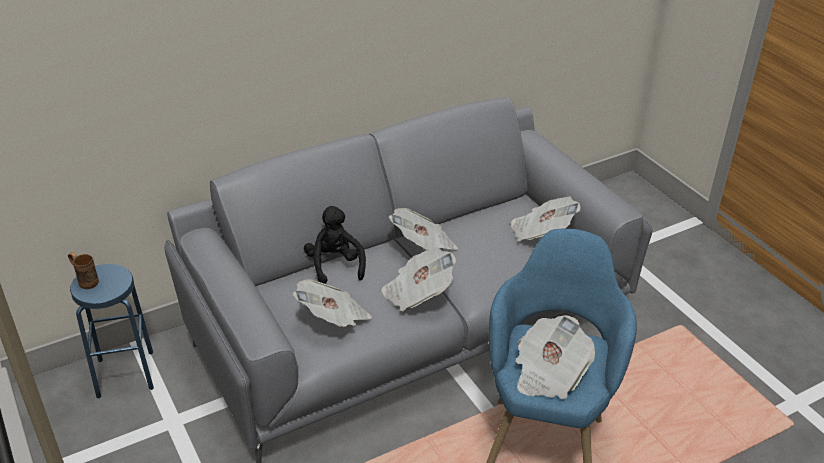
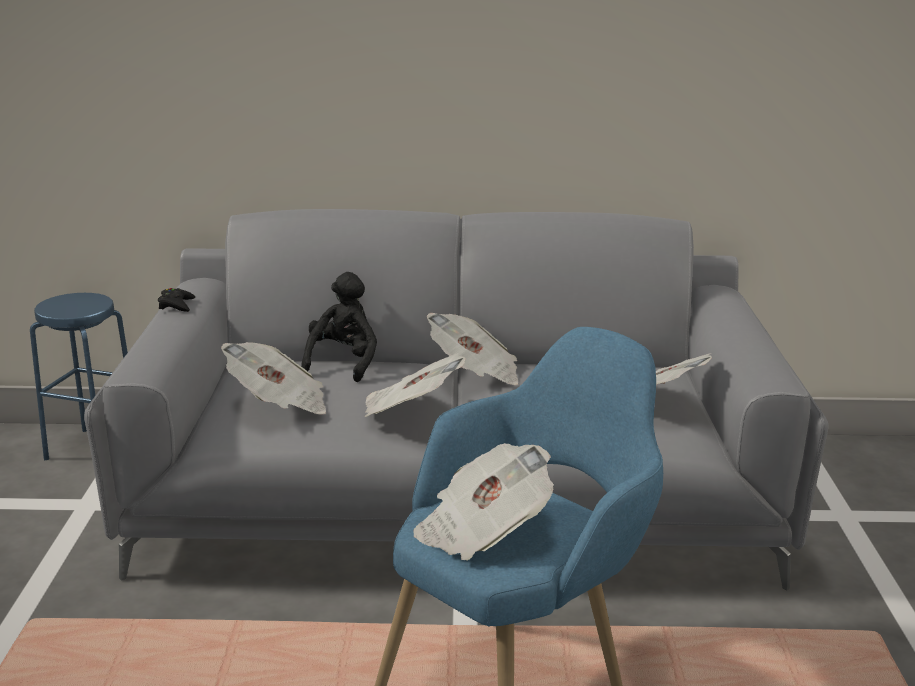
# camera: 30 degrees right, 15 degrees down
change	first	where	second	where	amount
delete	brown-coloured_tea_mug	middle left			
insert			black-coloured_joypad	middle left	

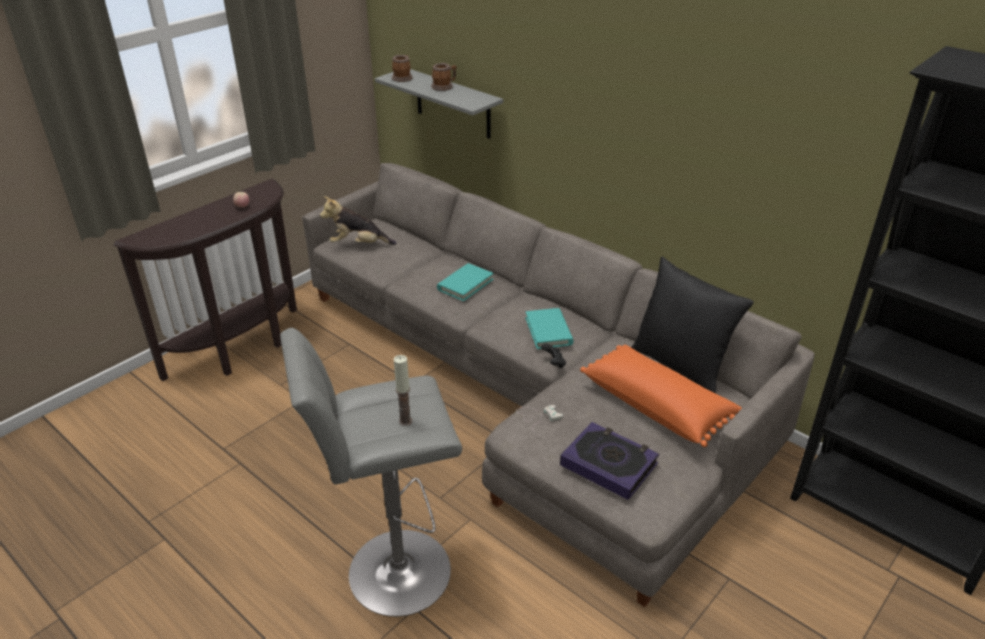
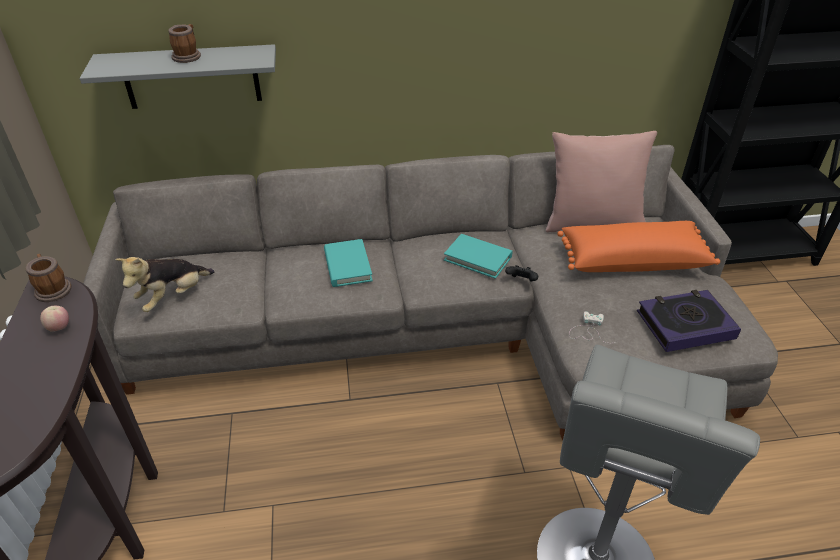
# camera: 50 degrees left, 5 degrees up
change	first	where	second	where	amount
move	tea_mug (1st from left)	top centre		middle left	
delete	candle	centre			
recolor	black-coloured_cushion	middle right	pinkish_cushion	top right	

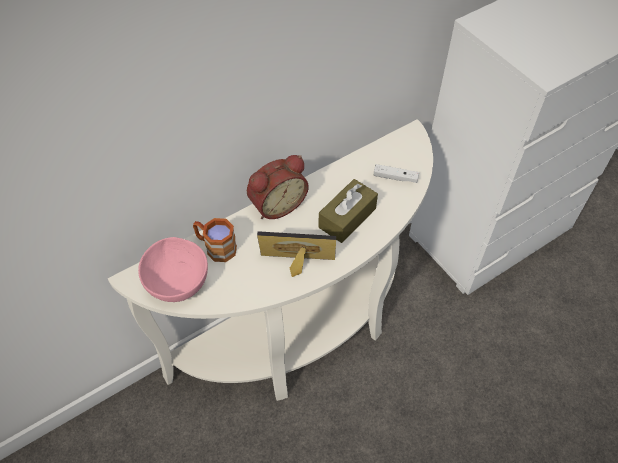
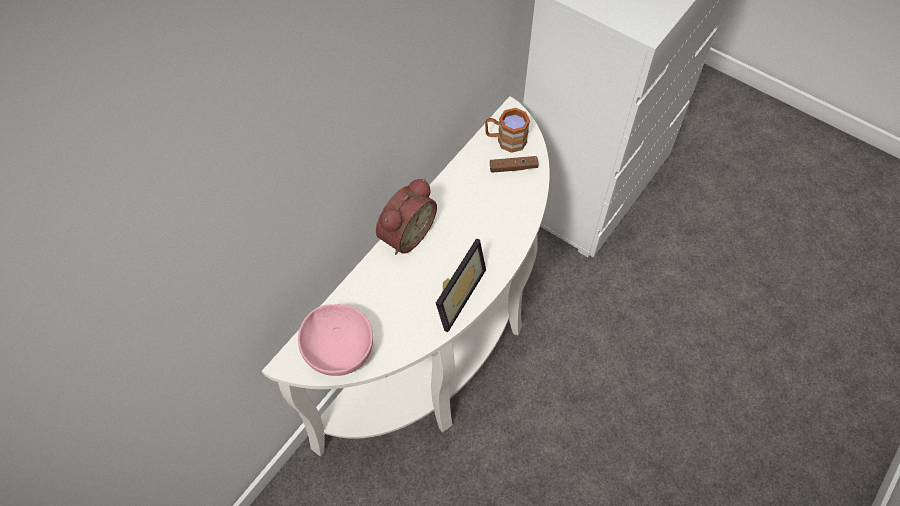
# camera: 20 degrees left, 5 degrees up
change	first	where	second	where	amount
move	brown-coloured_tea_mug	centre		top centre	
rotate	picture_frame	centre		centre	135 degrees clockwise
delete	brown-coloured_tissue_box	centre			
recolor	white_joypad	centre	brown-coloured_joypad	top centre	

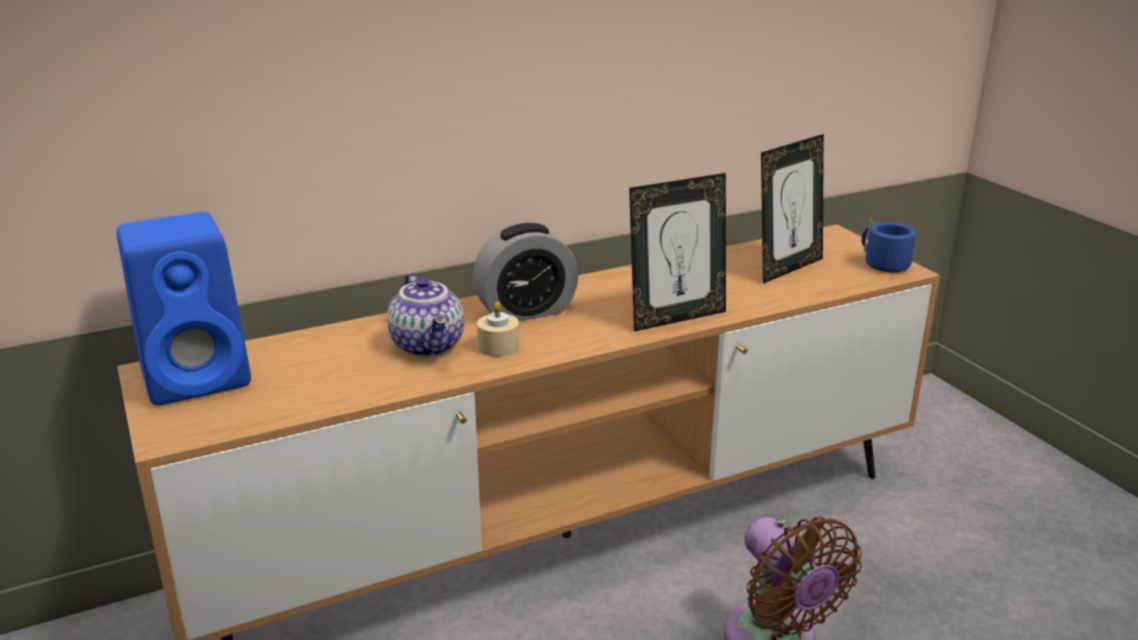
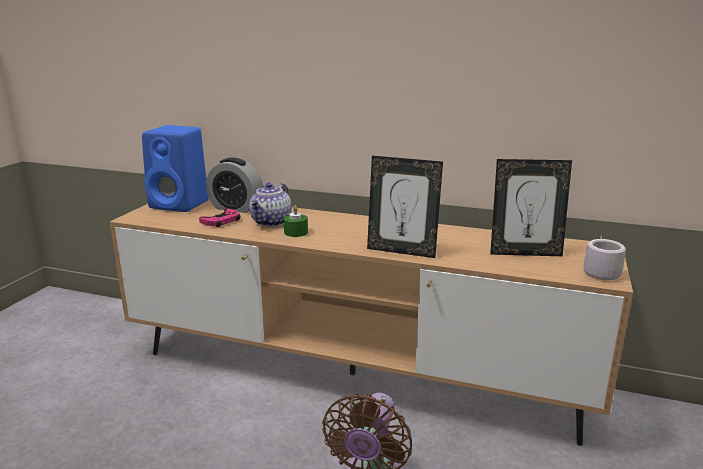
# camera: 45 degrees right, 5 degrees down
change	first	where	second	where	amount
move	alarm_clock	centre		middle left	
recolor	sand-coloured_candle	centre	green-coloured_candle	centre	
recolor	blue-coloured_tea_mug	middle right	greyish_tea_mug	middle right	
insert			pinkish_joypad	middle left	

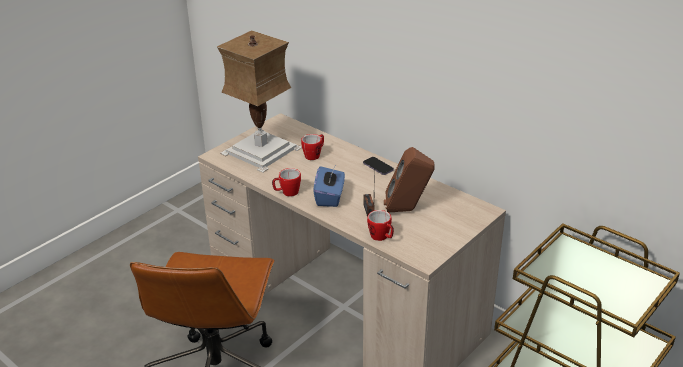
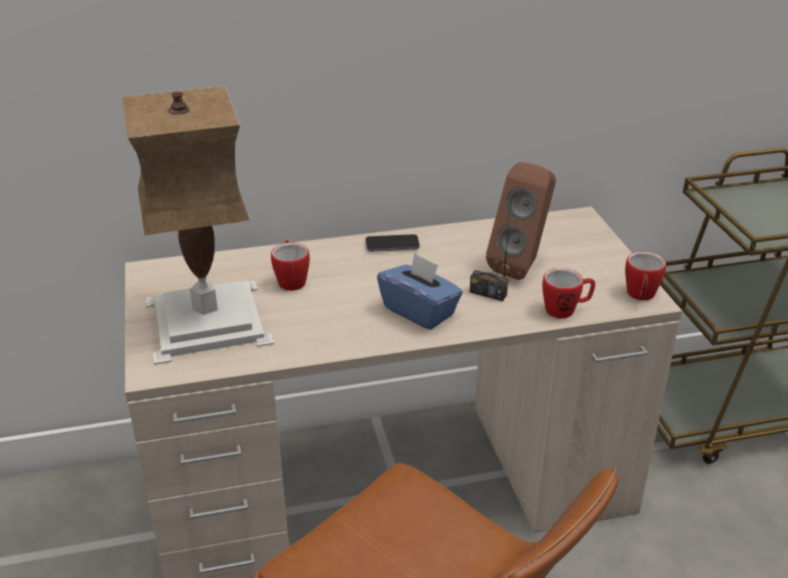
# camera: 55 degrees left, 0 degrees up
change	first	where	second	where	amount
move	tea_mug (1st from left in the first image)	centre	tea_mug (3rd from left)	middle right	

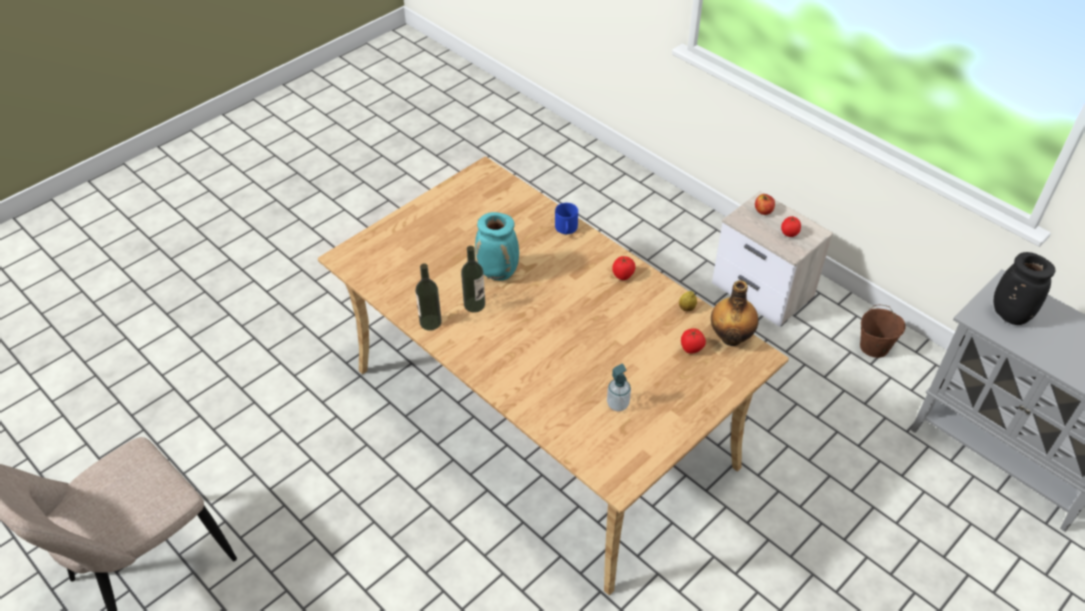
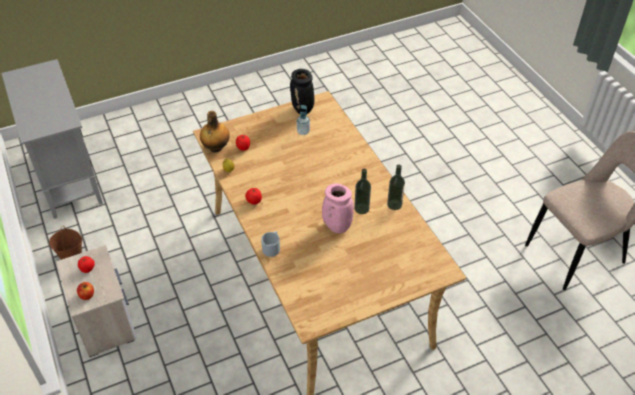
# camera: 160 degrees left, 0 degrees up
change	first	where	second	where	amount
recolor	turquoise_flower_vase	centre	pinkish_flower_vase	centre	
recolor	blue-coloured_tea_mug	centre	greyish_tea_mug	centre	
move	black-coloured_flower_vase	middle right		top centre	

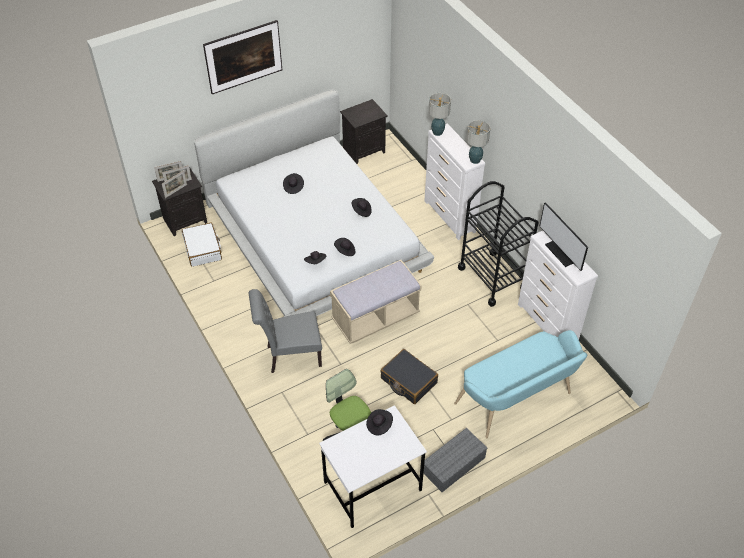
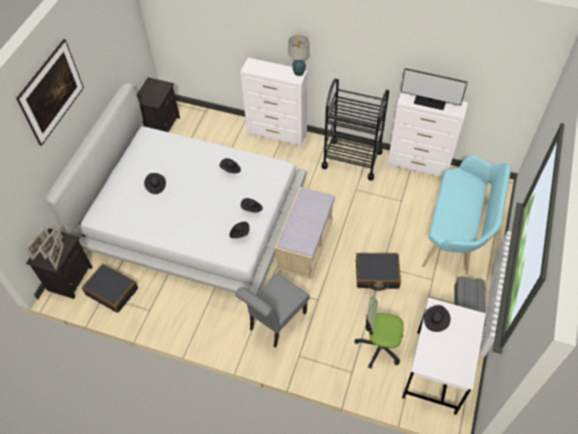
# camera: 40 degrees left, 5 degrees up
change	first	where	second	where	amount
recolor	white_travel_case	middle left	black-coloured_travel_case (1st from left)	middle left	
delete	table_lamp (1st from left)	top centre			

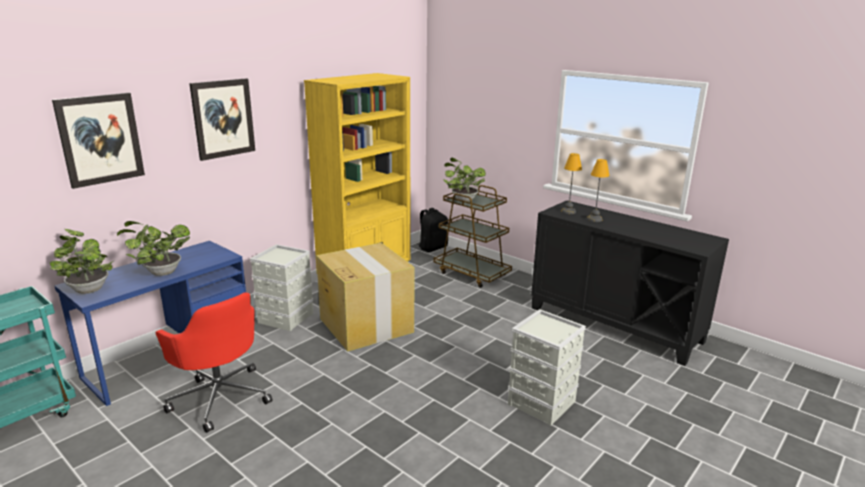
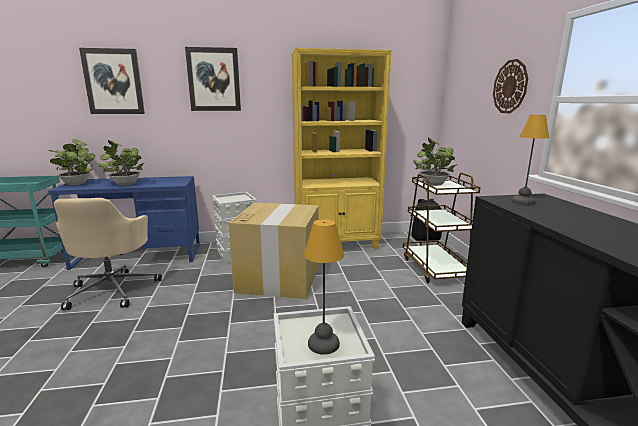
# camera: 40 degrees right, 5 degrees down
change	first	where	second	where	amount
recolor	reddish_computer_chair	bottom left	sand-coloured_computer_chair	middle left	
move	table_lamp (2nd from left in the first image)	middle right	table_lamp (1st from left)	bottom centre	
insert			clock_on_the_wall	top right	

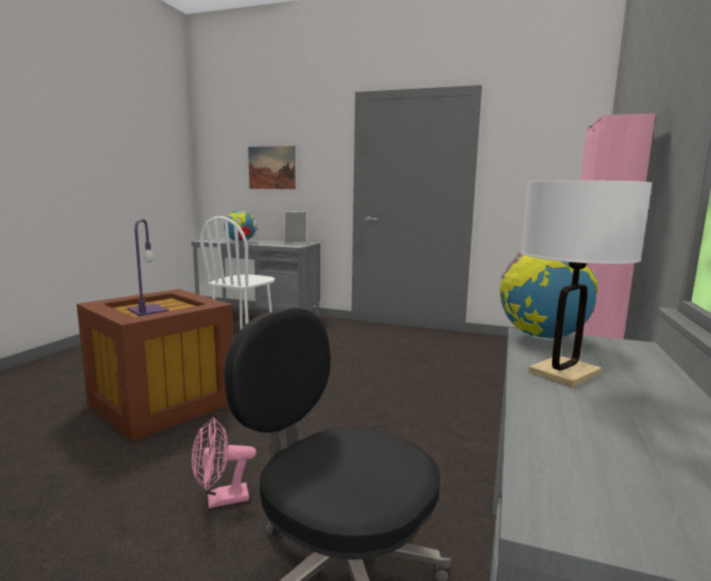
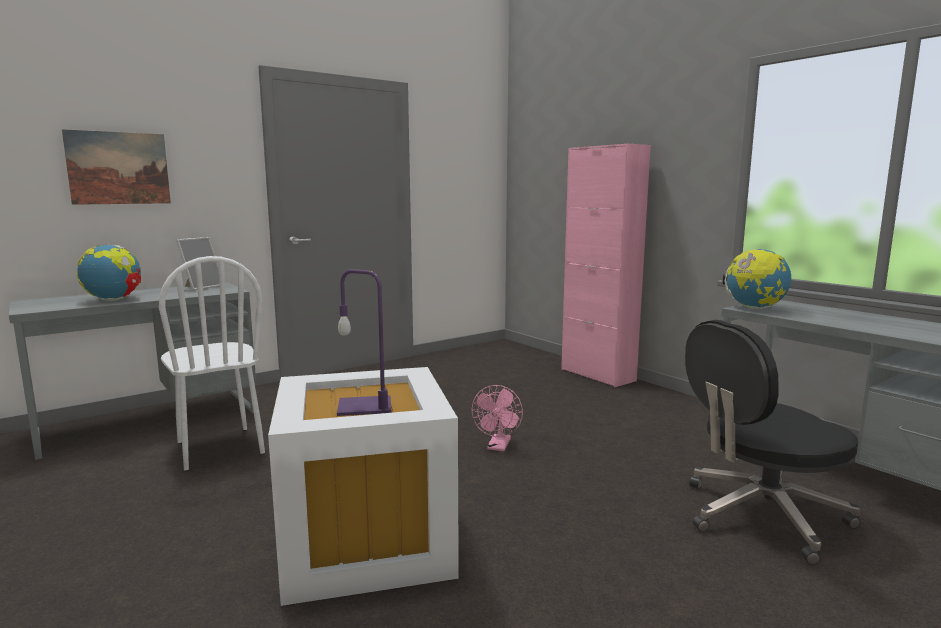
# camera: 55 degrees left, 0 degrees up
change	first	where	second	where	amount
recolor	brown-coloured_storage_box	middle left	white_storage_box	bottom centre	
move	pinkish_electric_fan	bottom left		centre	
delete	white_table_lamp	middle right			

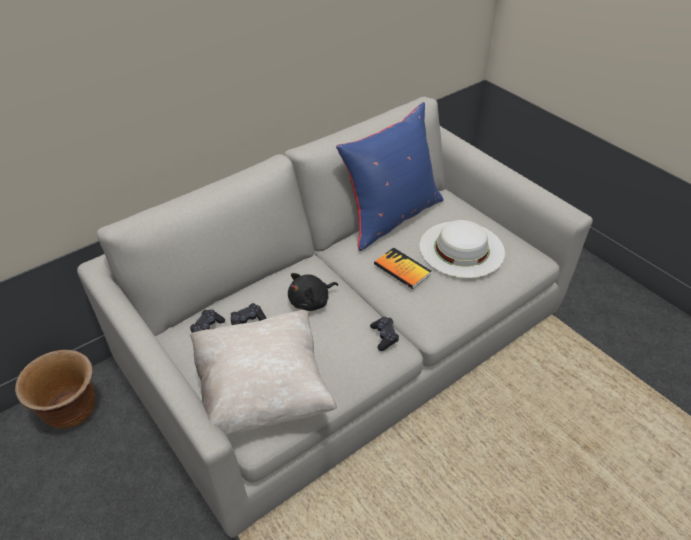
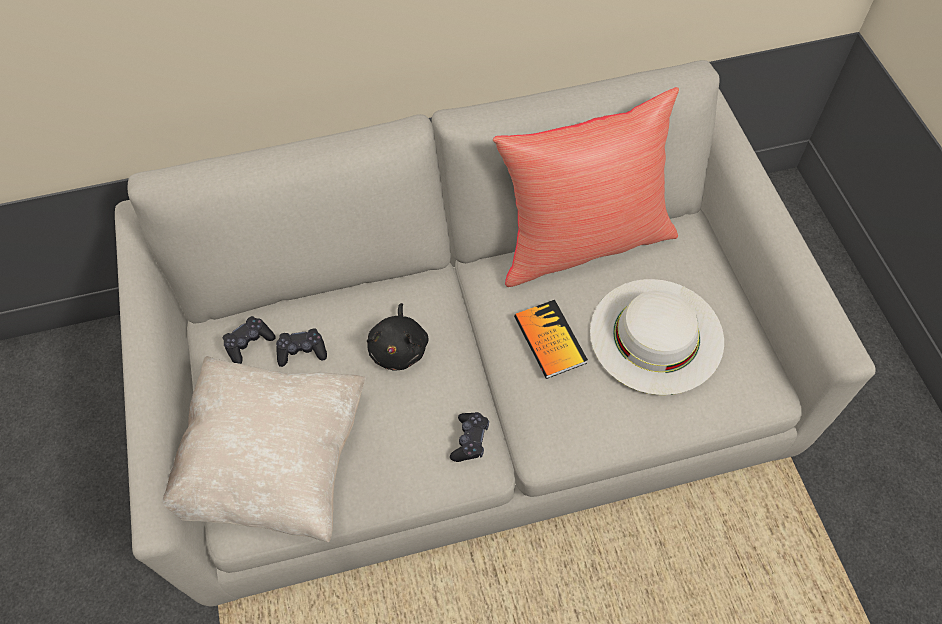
# camera: 25 degrees right, 15 degrees up
change	first	where	second	where	amount
delete	brown-coloured_planter	bottom left			
rotate	black-coloured_soft_toy	centre		centre	75 degrees counterclockwise
recolor	blue-coloured_cushion	top centre	reddish_cushion	top centre	

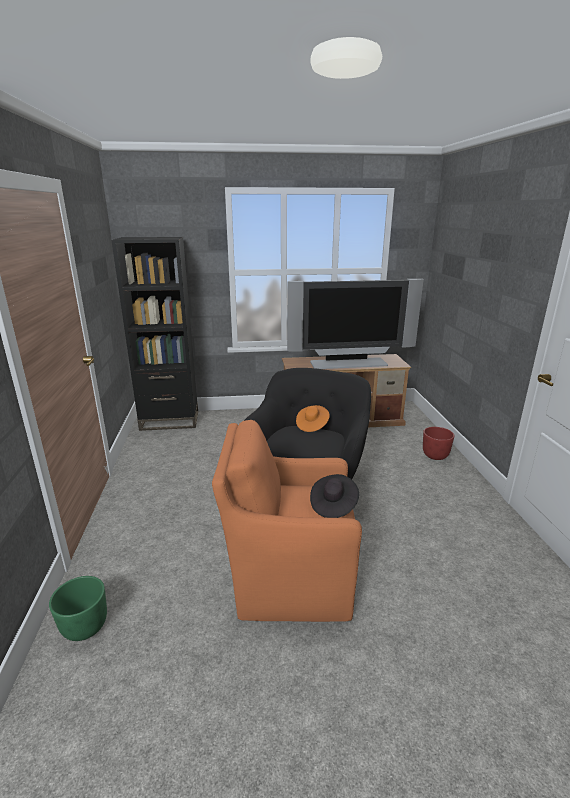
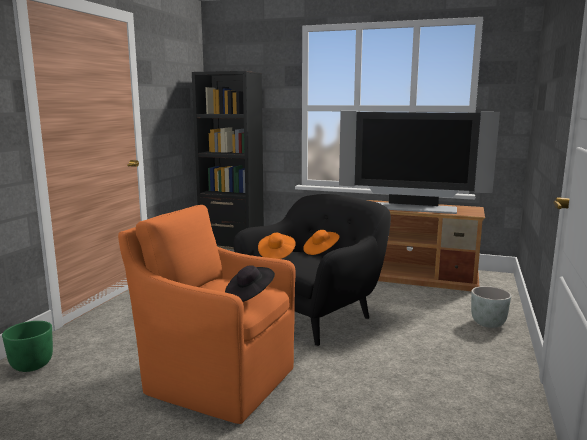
# camera: 25 degrees right, 10 degrees down
change	first	where	second	where	amount
recolor	reddish_planter	middle right	greyish_planter	bottom right	
insert			orange_wearable_hat (1st from left)	centre	

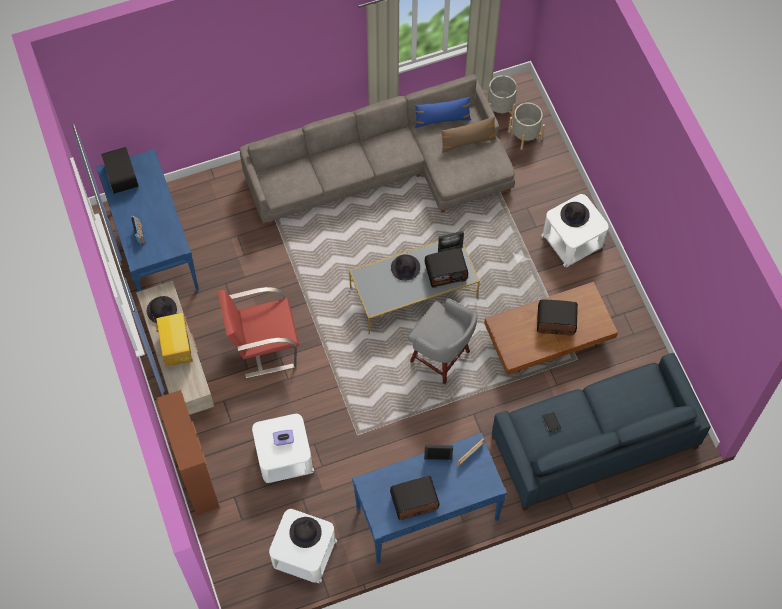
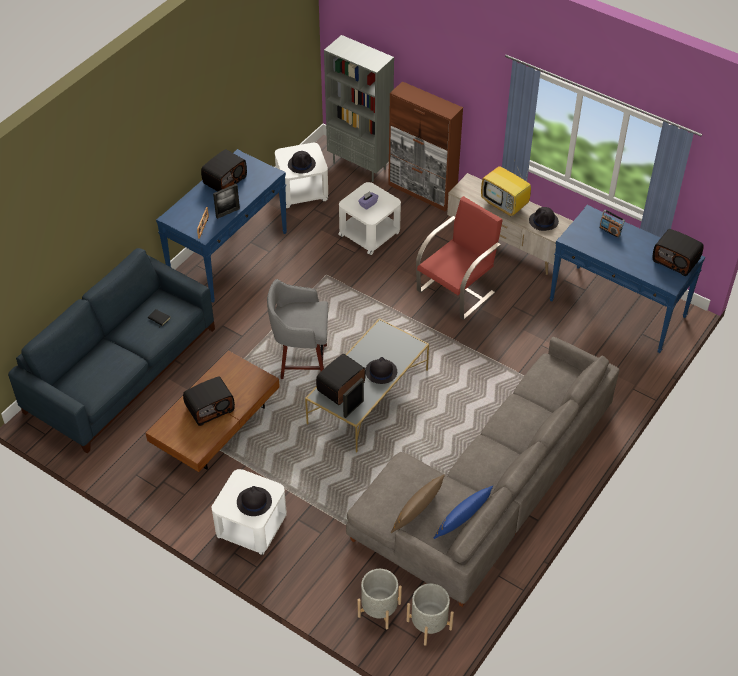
# camera: 145 degrees right, 15 degrees down
change	first	where	second	where	amount
insert			greyish_shelving_unit	top centre	

